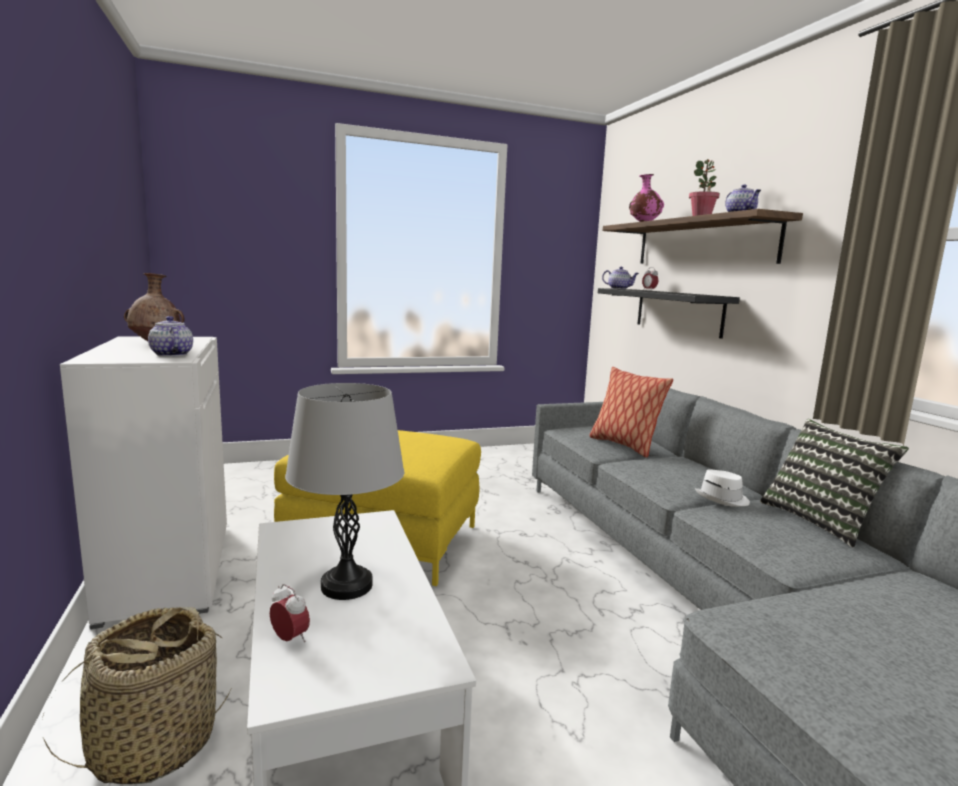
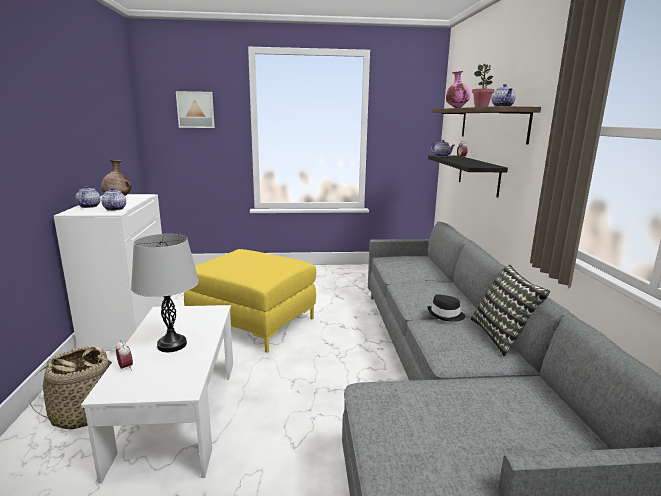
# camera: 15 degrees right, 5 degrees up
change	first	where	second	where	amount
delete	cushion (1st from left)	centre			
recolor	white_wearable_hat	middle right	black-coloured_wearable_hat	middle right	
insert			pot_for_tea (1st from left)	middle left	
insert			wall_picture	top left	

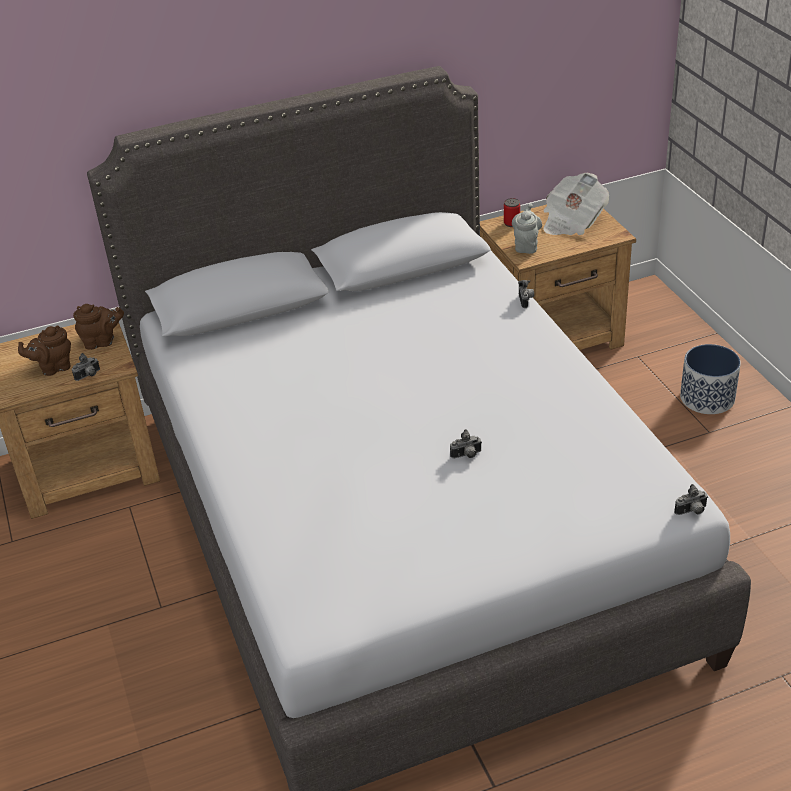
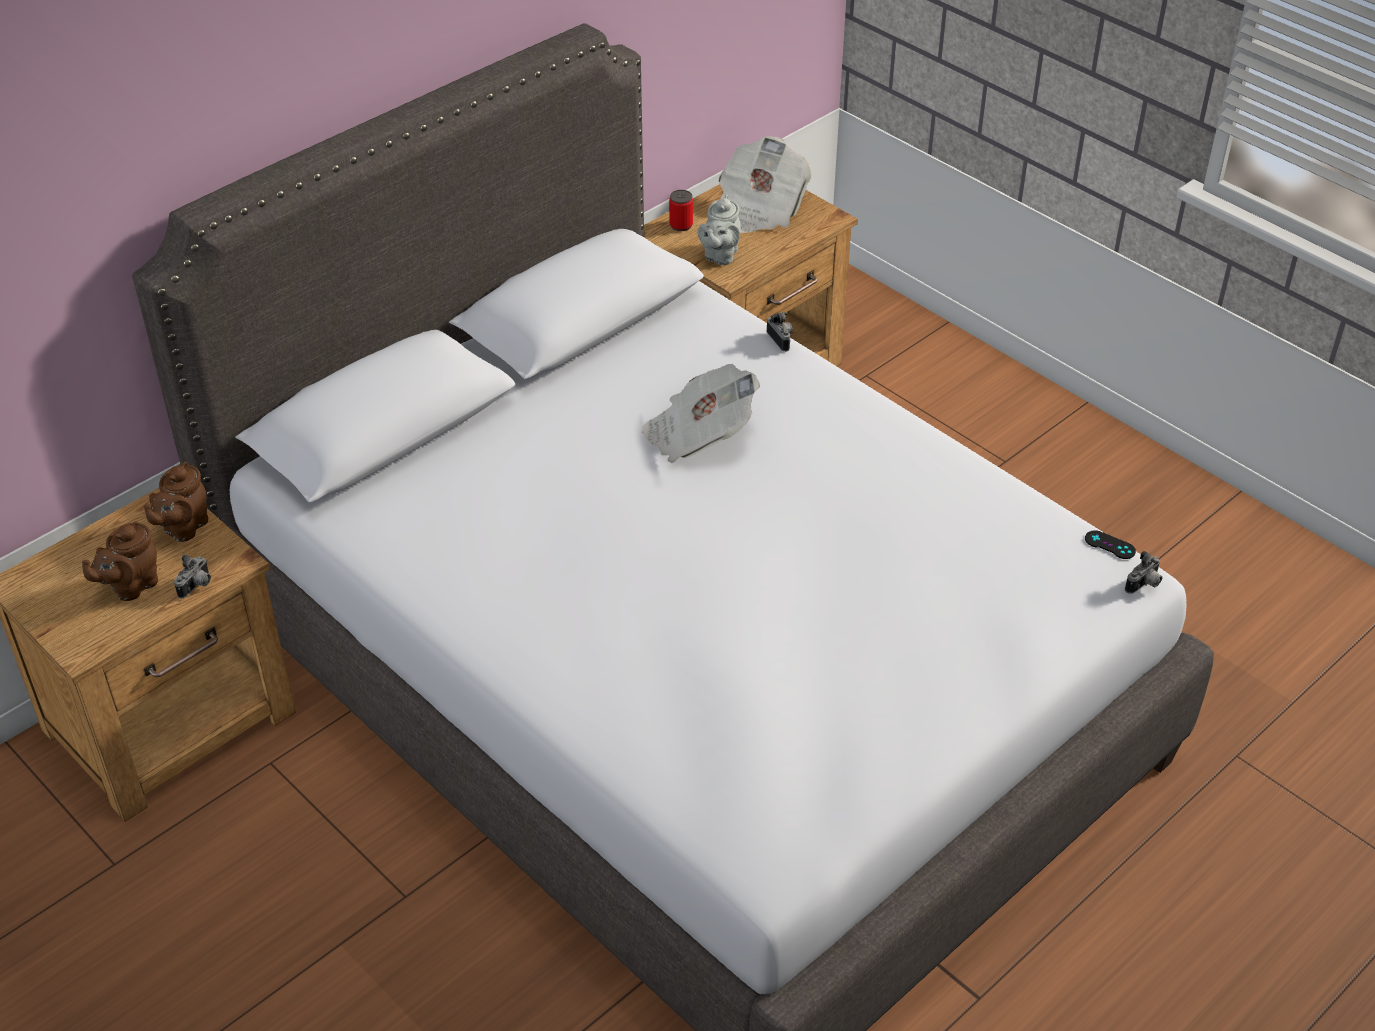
# camera: 25 degrees left, 5 degrees up
change	first	where	second	where	amount
rotate	brown-coloured_pot_for_tea (2nd from left)	middle left		middle left	150 degrees clockwise
delete	still_camera (2nd from left)	centre			
rotate	greyish_pot_for_tea	top centre		top centre	150 degrees counterclockwise
delete	planter	middle right			
insert			printed_paper (1st from left)	centre	
insert			black-coloured_joypad	middle right	

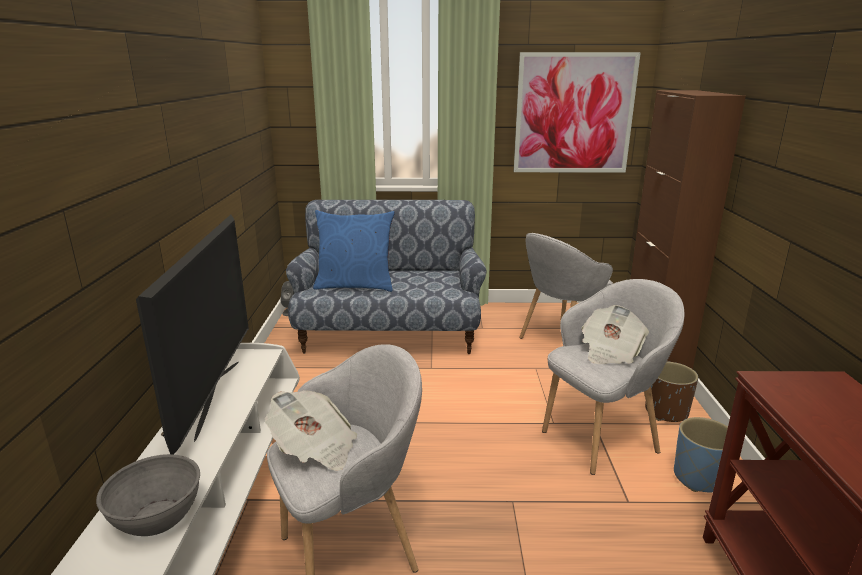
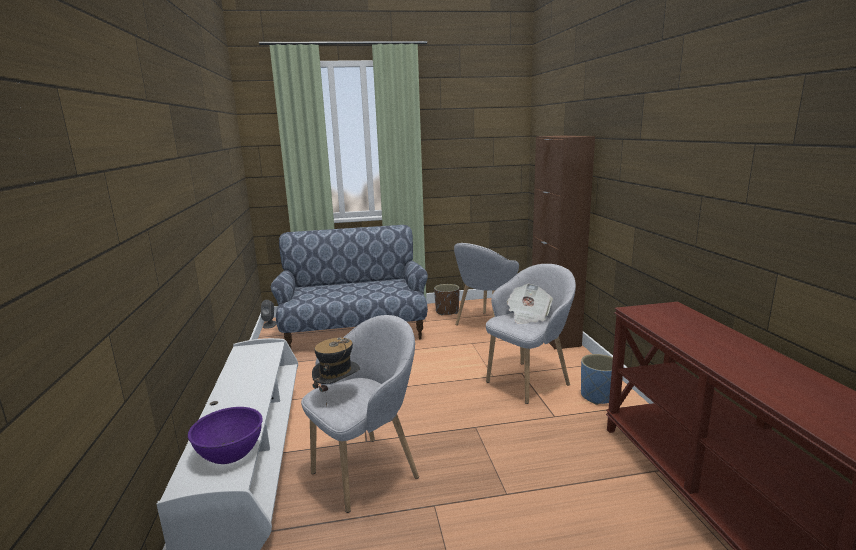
# camera: 10 degrees left, 5 degrees down
change	first	where	second	where	amount
recolor	greyish_deep_dish	bottom left	purplish_deep_dish	bottom left	
delete	TV	middle left			
replace	printed_paper (1st from left)	bottom centre	wearable_hat	bottom centre	
delete	blue-coloured_cushion	centre			
delete	wall_picture	top right			
move	brown-coloured_planter	bottom right		centre	

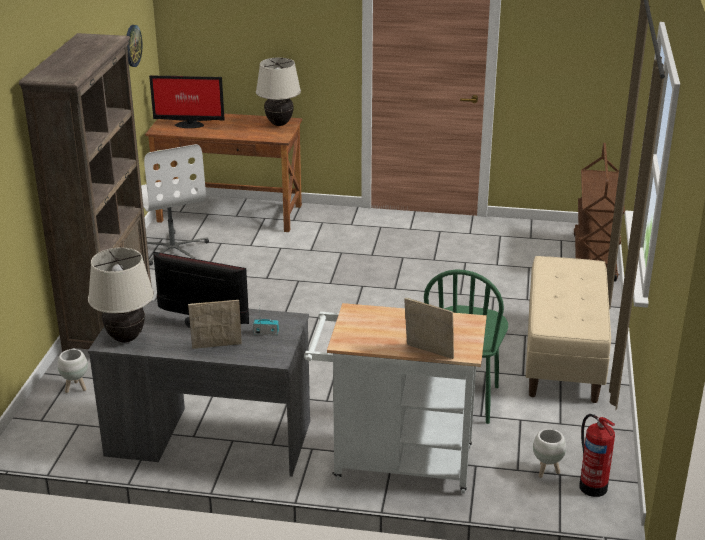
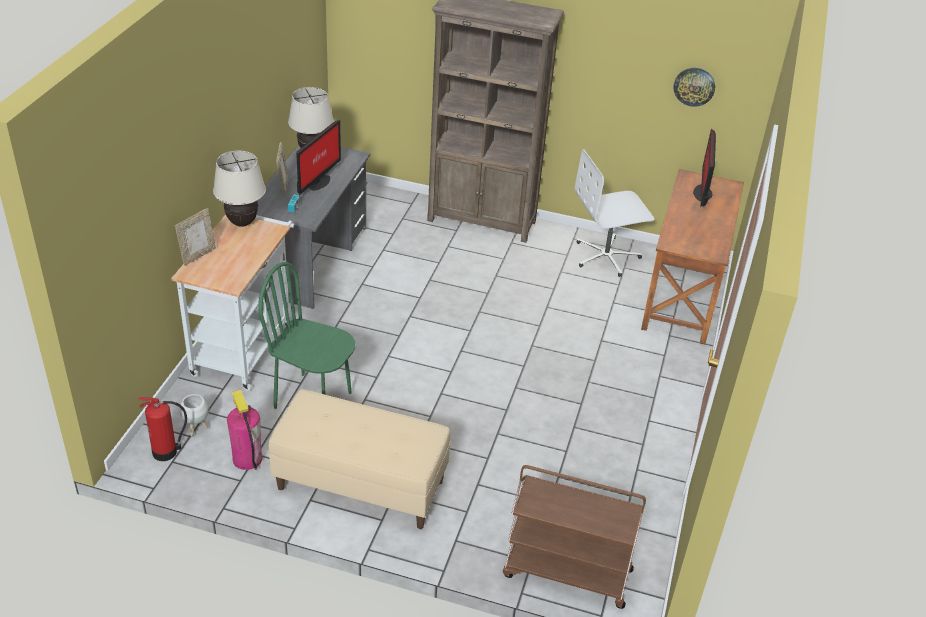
# camera: 95 degrees right, 10 degrees up
change	first	where	second	where	amount
delete	white_planter (1st from left)	bottom left			
move	sand-coloured_table_lamp (2nd from left in the first image)	top centre	sand-coloured_table_lamp (1st from left)	top left	
insert			extinguisher (2nd from left)	bottom left	

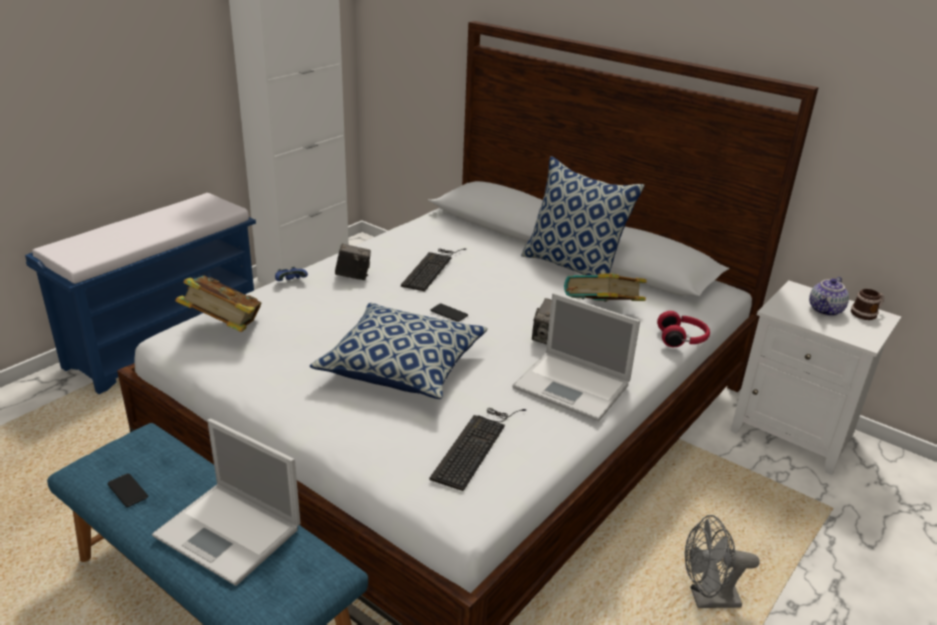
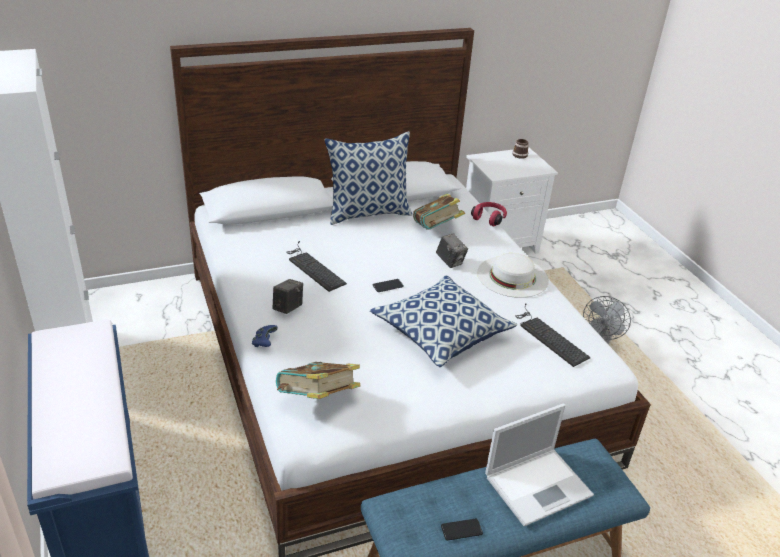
# camera: 60 degrees left, 5 degrees up
change	first	where	second	where	amount
replace	portable_computer (2nd from left)	centre	white_wearable_hat	centre	
delete	pot_for_tea	middle right			

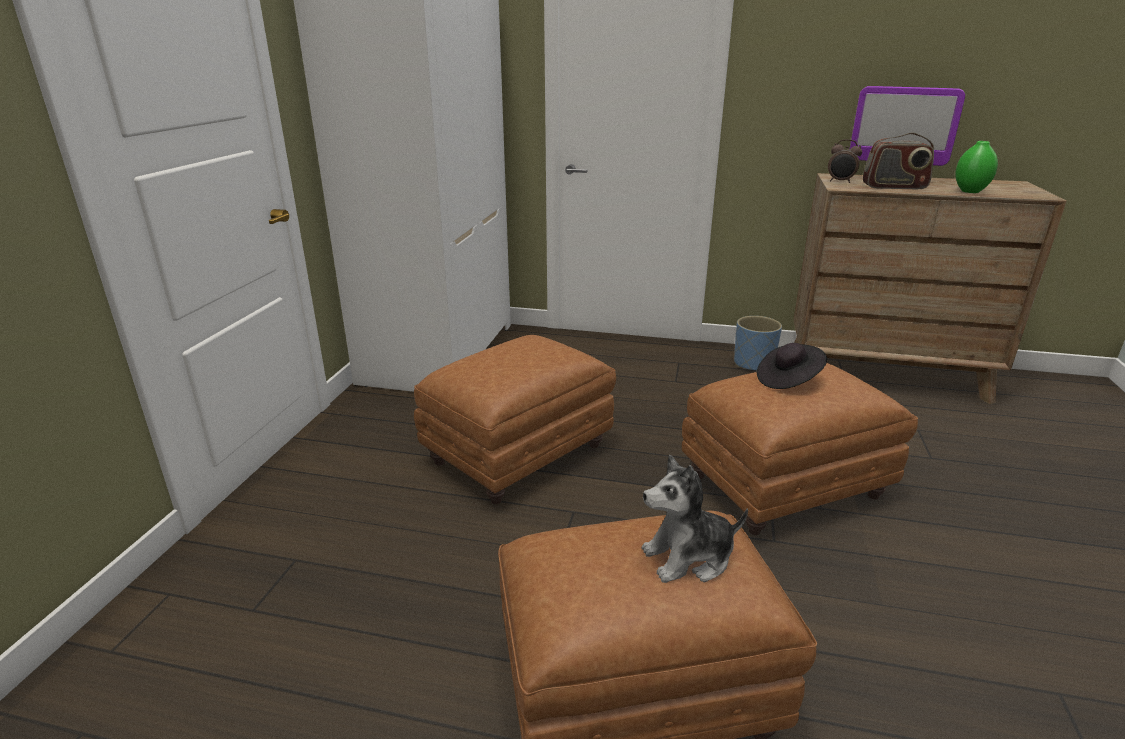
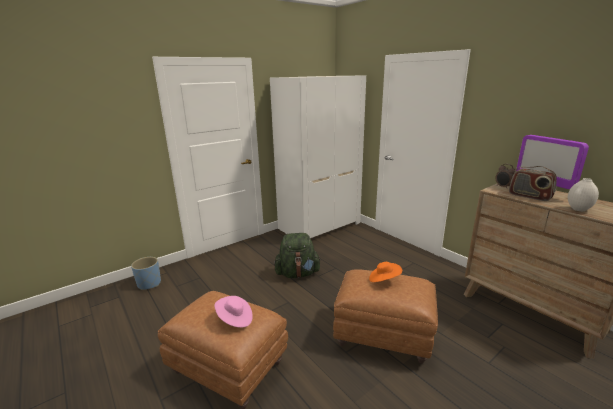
# camera: 40 degrees right, 5 degrees down
change	first	where	second	where	amount
replace	brown-coloured_ottoman (1st from left)	centre	green-coloured_knapsack	centre	
replace	soft_toy	bottom centre	pinkish_wearable_hat	bottom centre	
move	blue-coloured_planter	middle right		bottom left	
recolor	black-coloured_wearable_hat	middle right	orange_wearable_hat	centre	
recolor	green-coloured_flower_vase	top right	white_flower_vase	middle right	

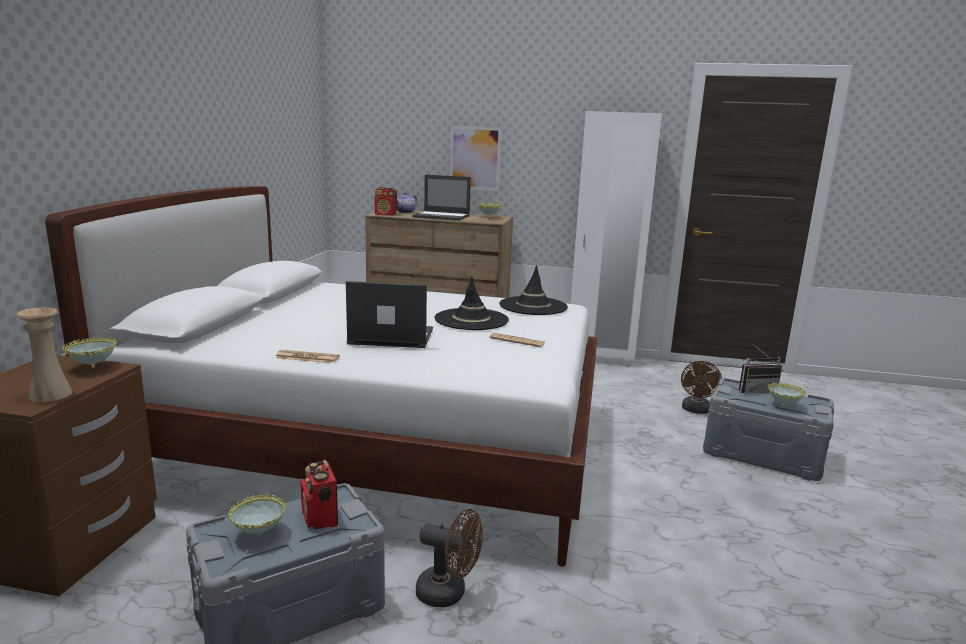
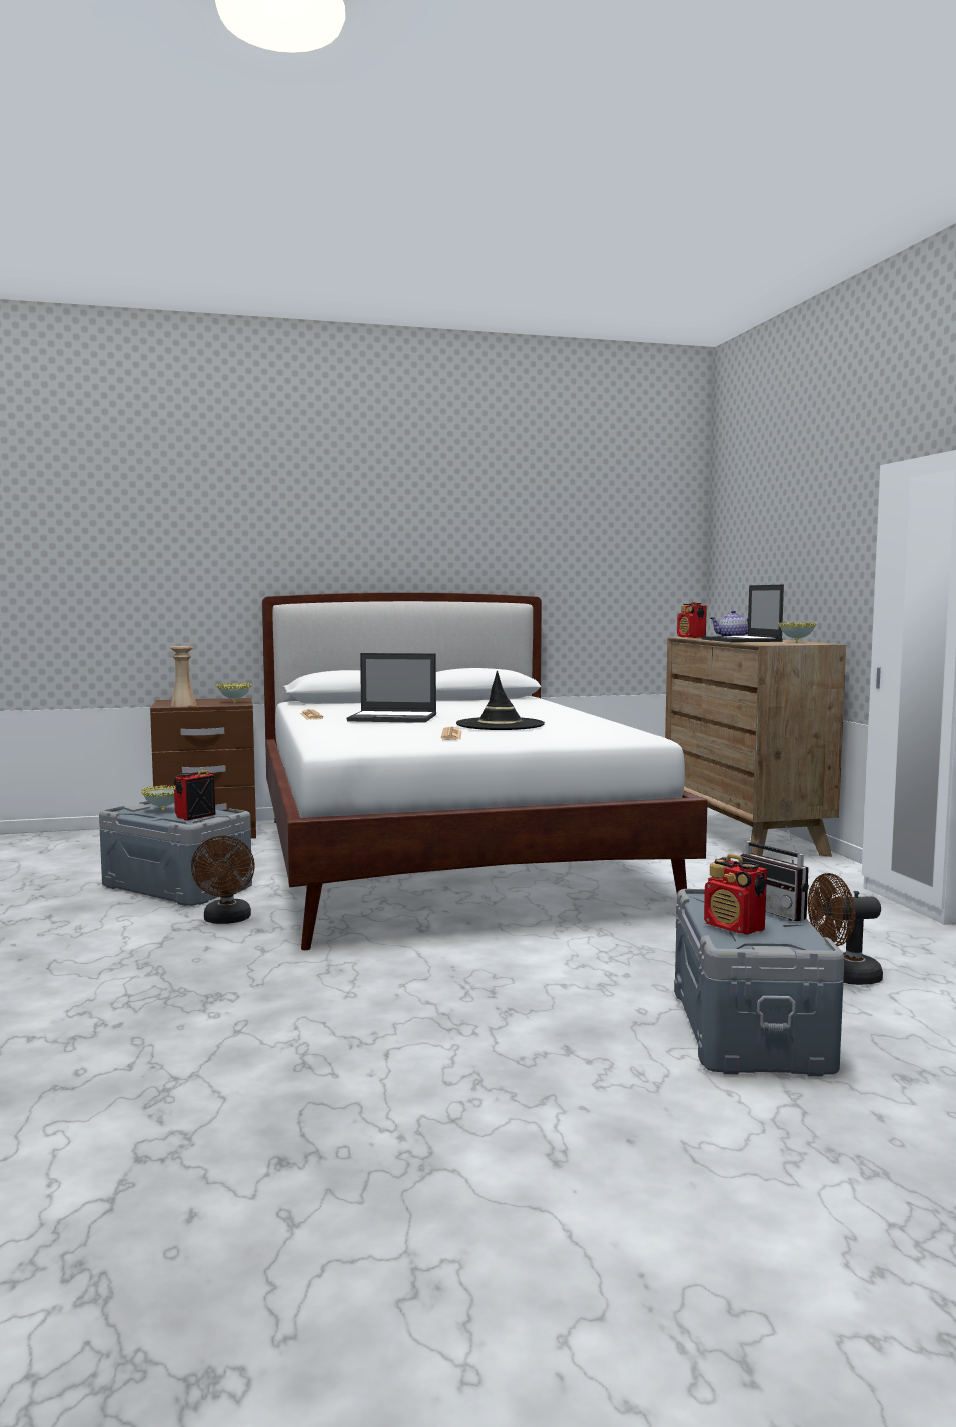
# camera: 65 degrees right, 10 degrees down
change	first	where	second	where	amount
rotate	portable_computer (1st from left)	centre		centre	120 degrees clockwise
delete	wall_picture	top centre			
delete	black-coloured_wearable_hat (2nd from left)	centre			
replace	deep_dish (4th from left)	middle right	radio_receiver (3rd from left)	middle right	

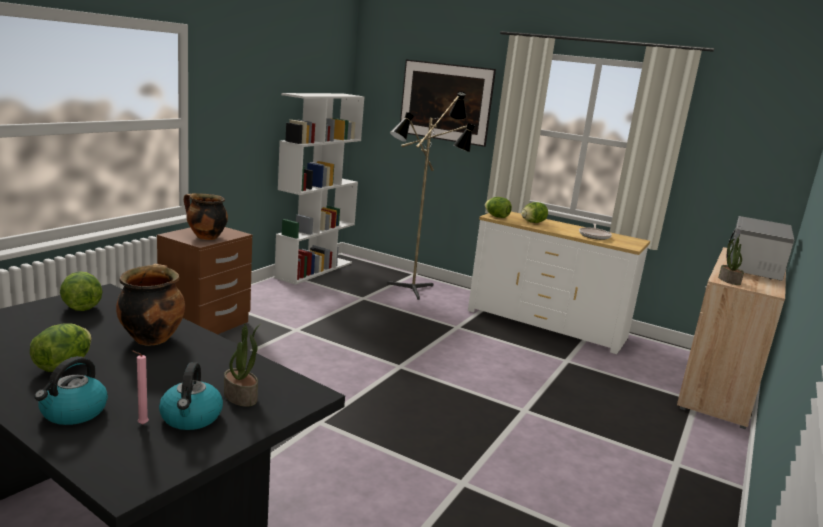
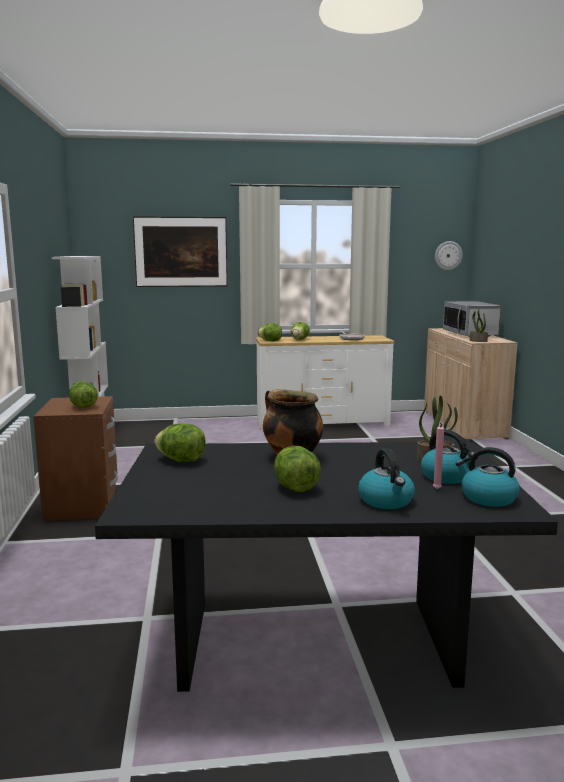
# camera: 35 degrees left, 5 degrees down
change	first	where	second	where	amount
replace	saucepot (2nd from left)	middle left	lettuce_head (1st from left)	middle left	
delete	standard_lamp	centre			
insert			clock_on_the_wall	top right	
insert			kettle (3rd from left)	middle right	

